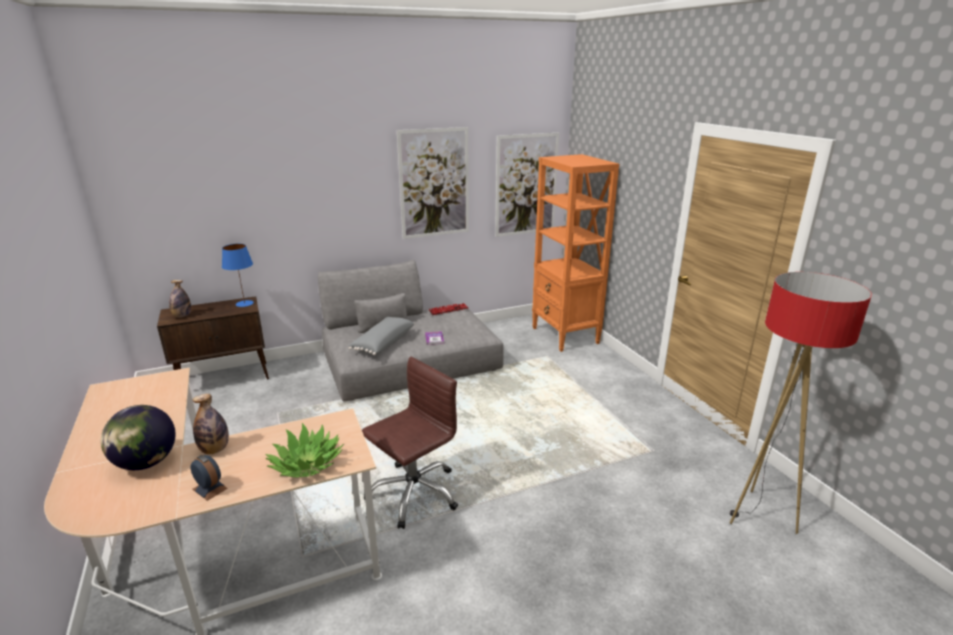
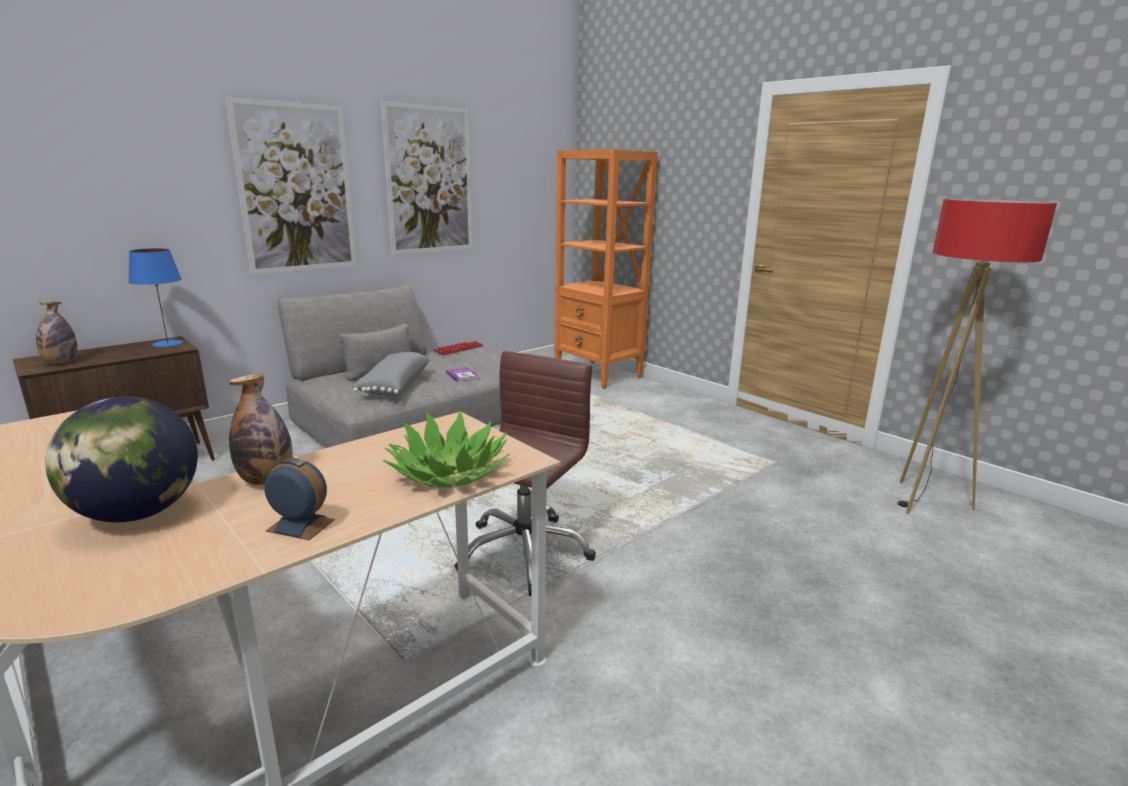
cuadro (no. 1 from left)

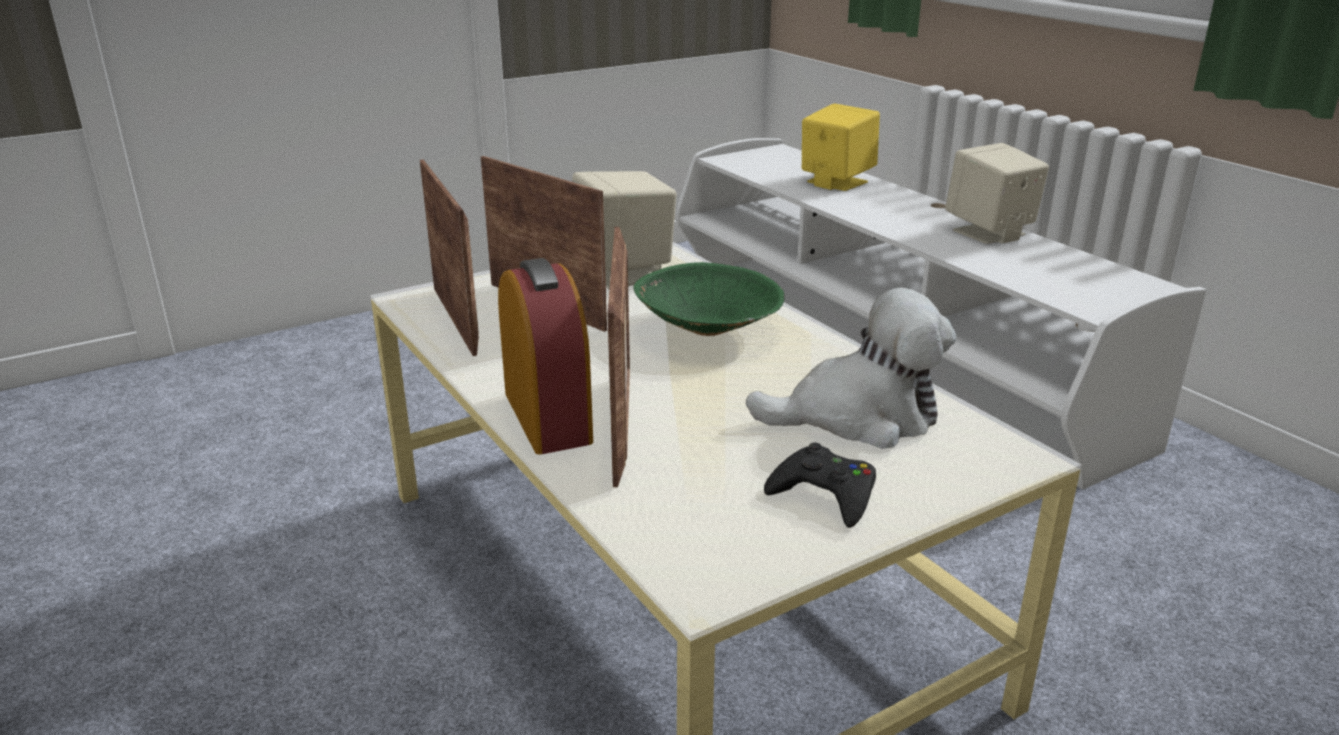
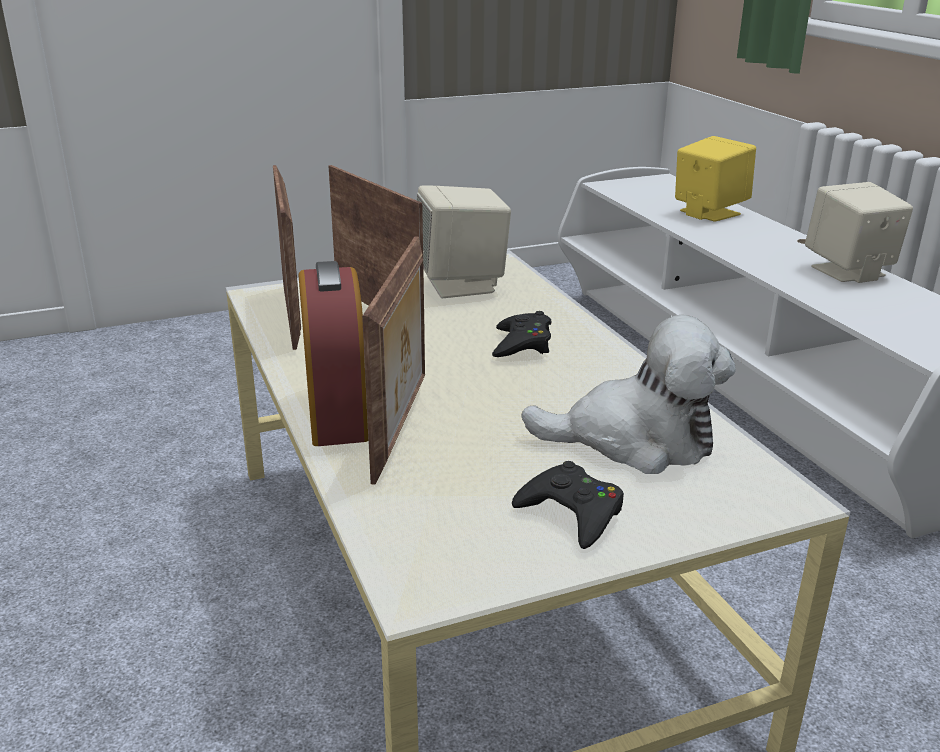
mando de consola [negro] (no. 1 from left)

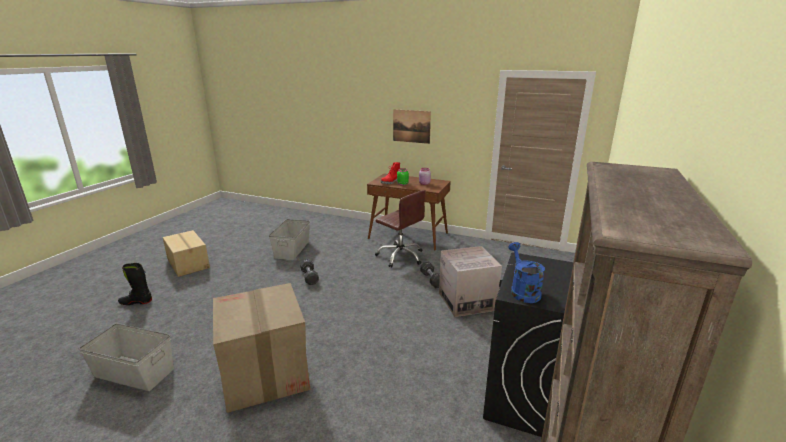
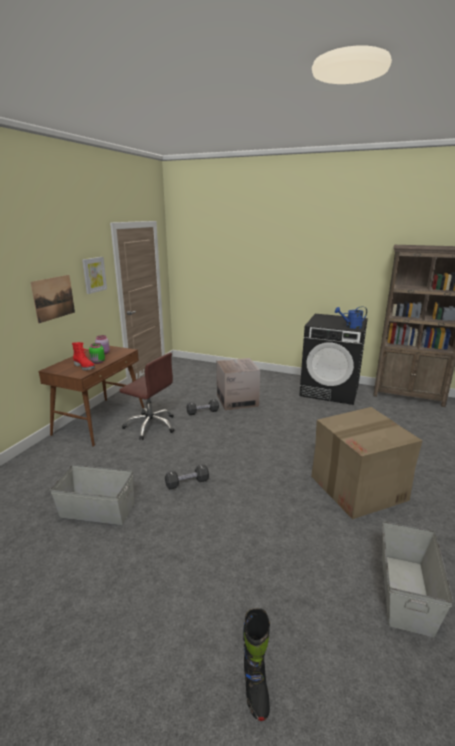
caja de cartón (no. 1 from left in the first image)
silla de oficina [marrón]
cuadro (no. 2 from left)

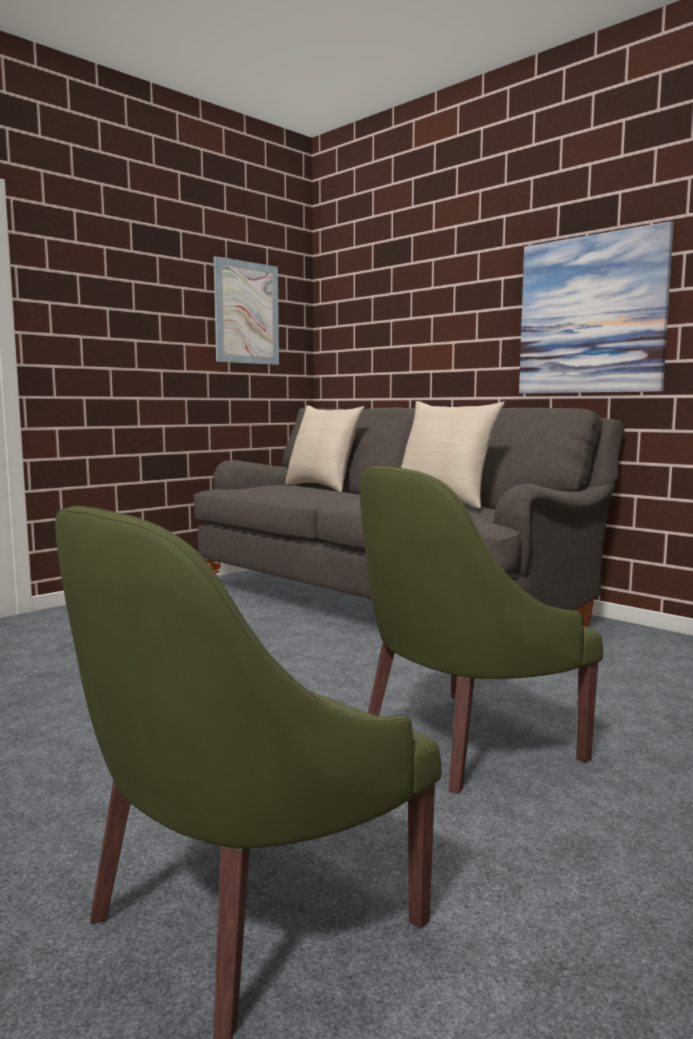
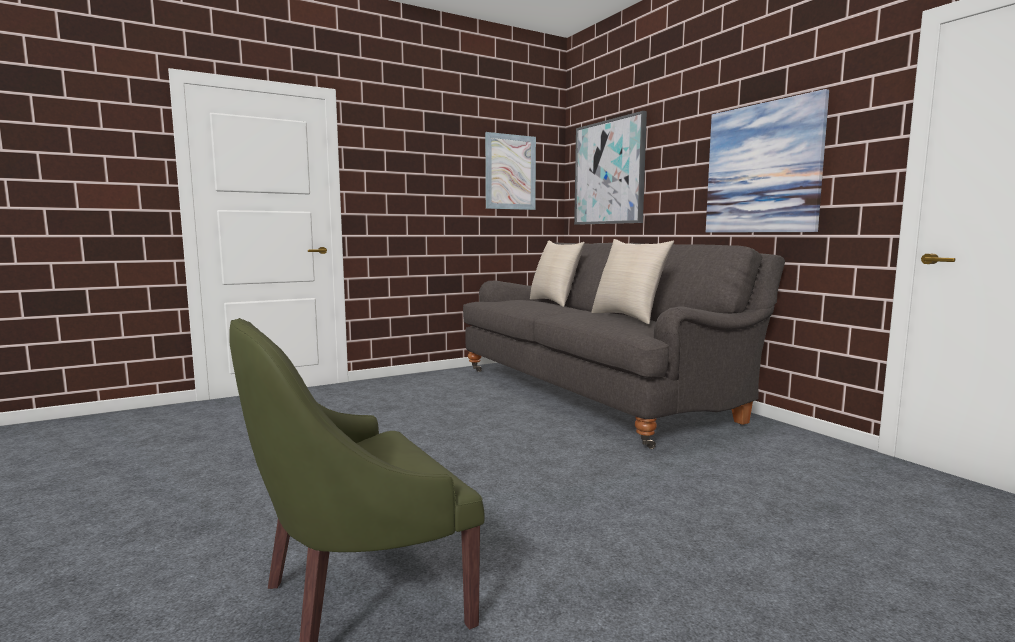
sillón [verde] (no. 2 from left in the first image)
cuadro (no. 2 from left)

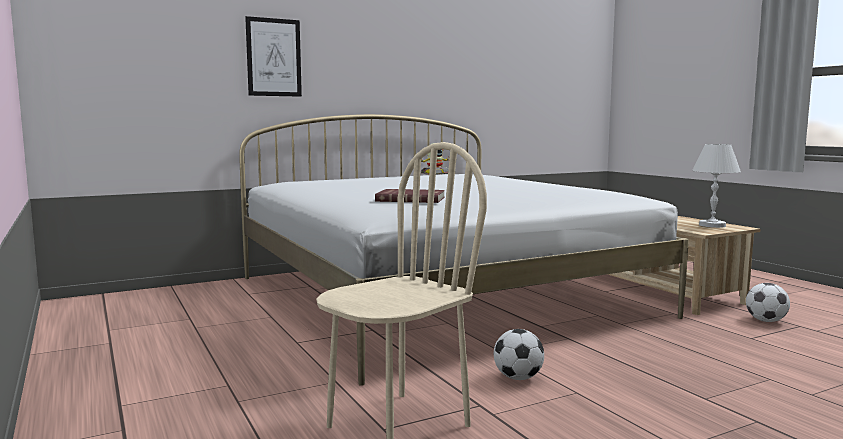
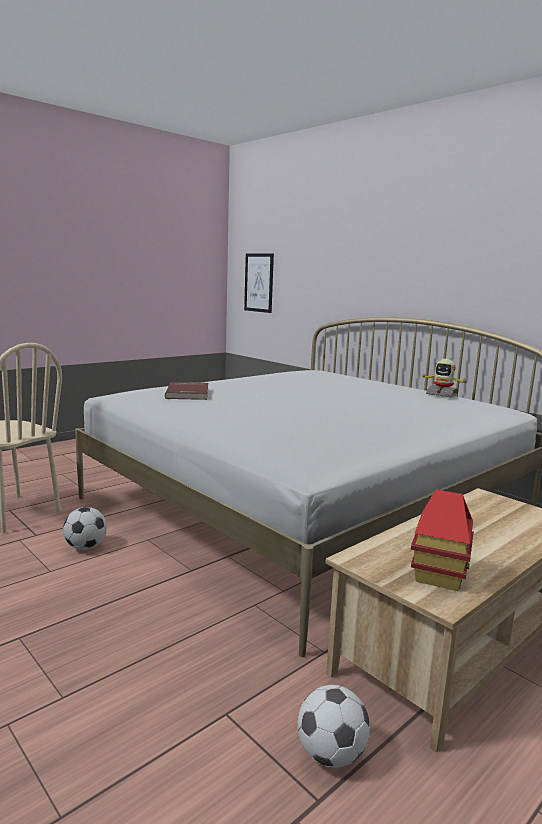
cuadro
casita

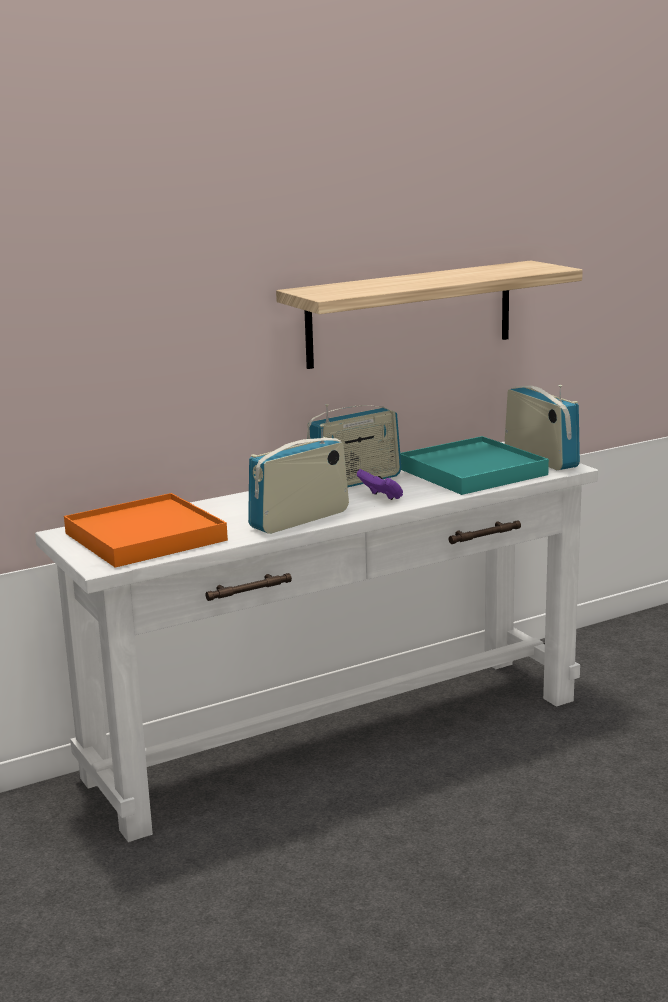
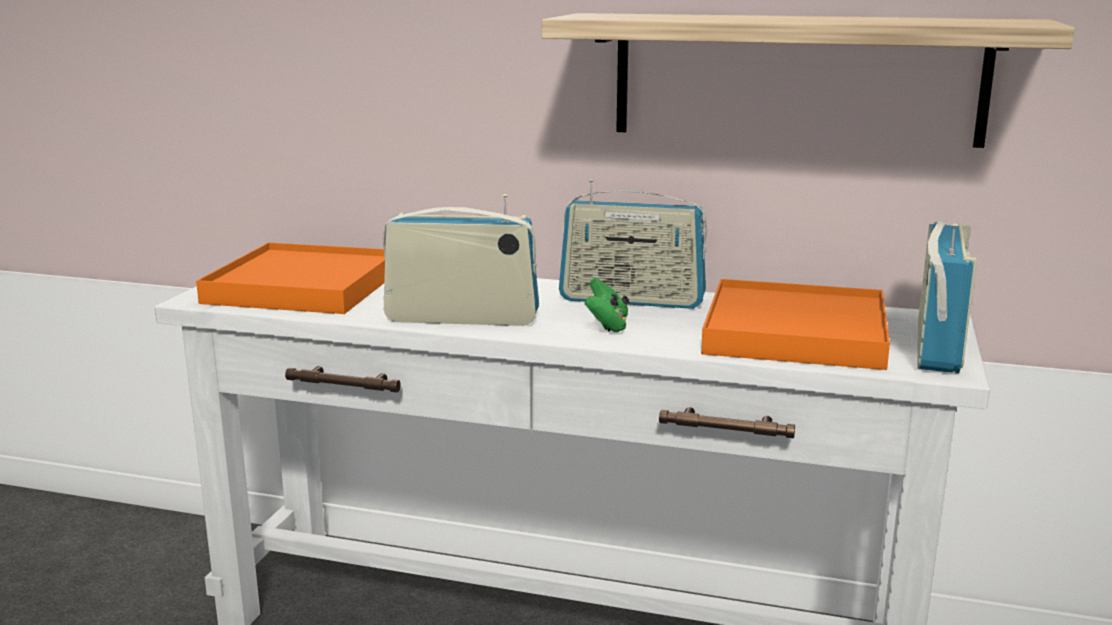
mando de consola [verde]
bandeja [naranja] (no. 2 from left)

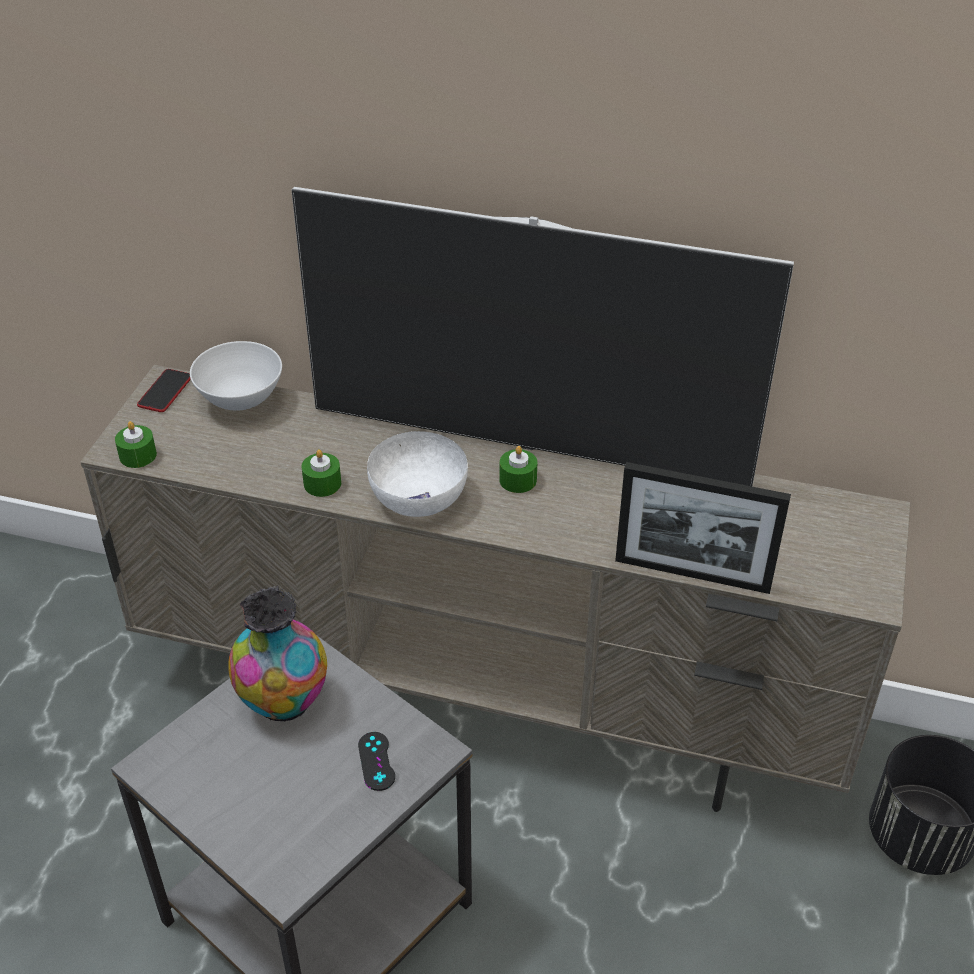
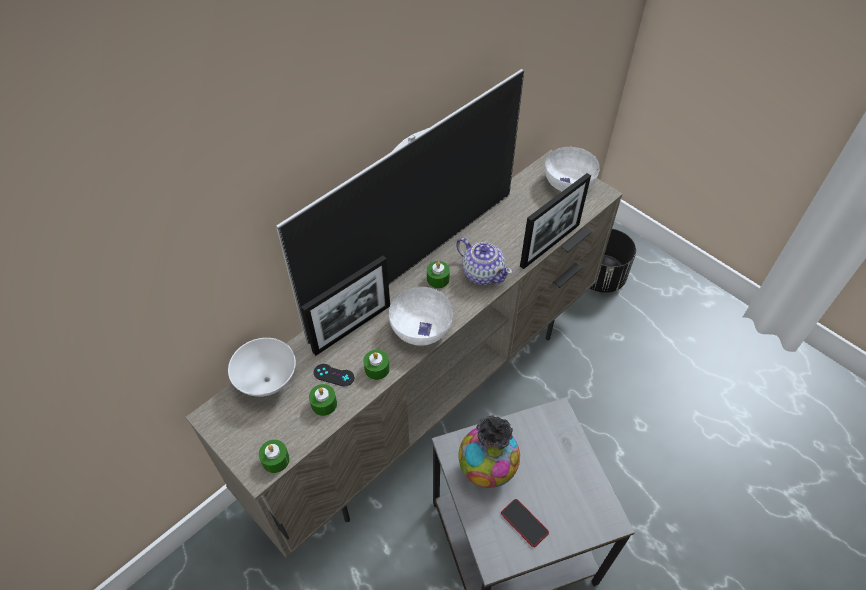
móvil
mando de consola [negro]
portarretratos (no. 1 from left)
vela [verde] (no. 2 from left)
tetera
cuenco [blanco] (no. 3 from left)

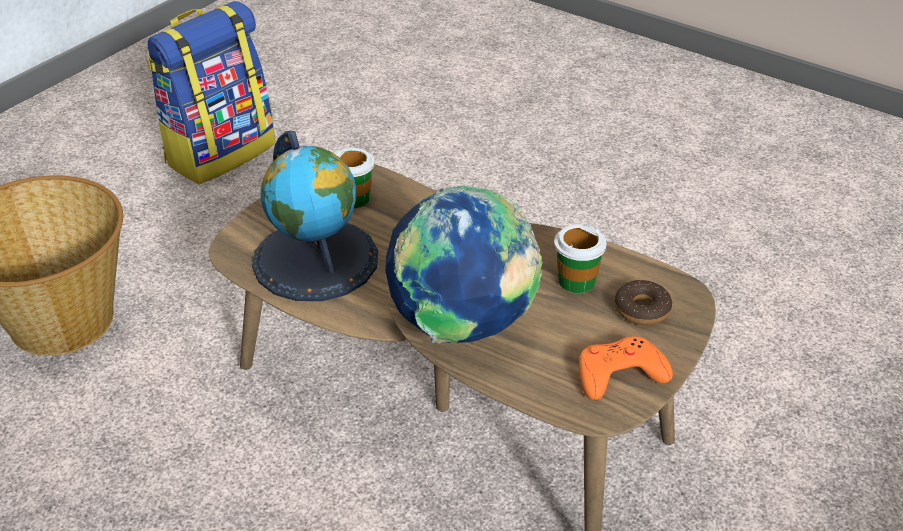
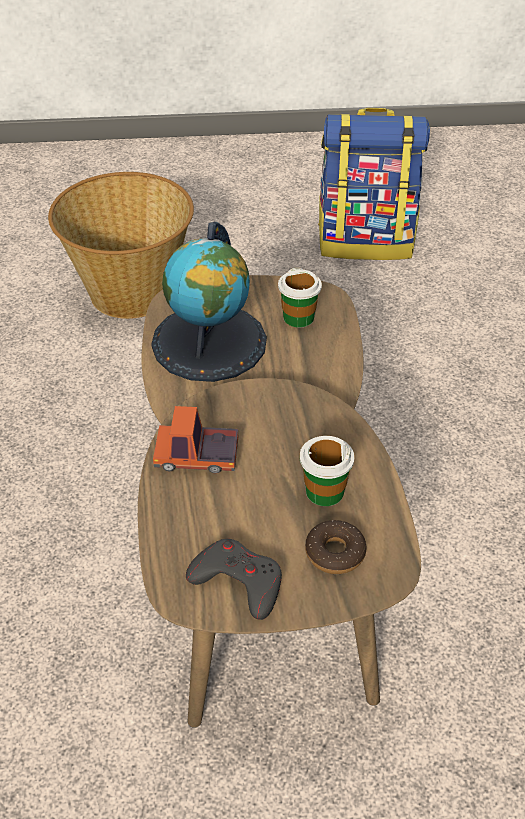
camión de juguete
mando de consola [gris]

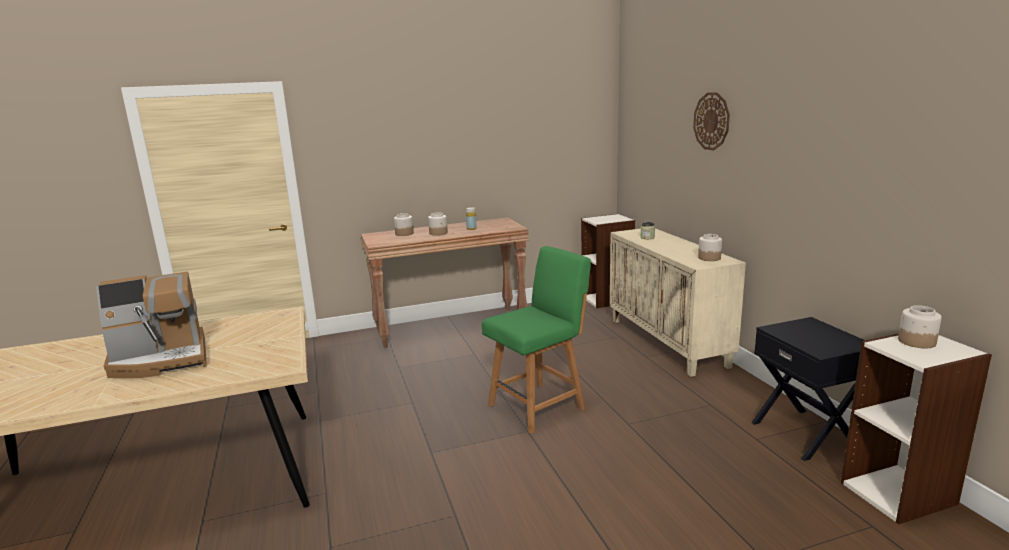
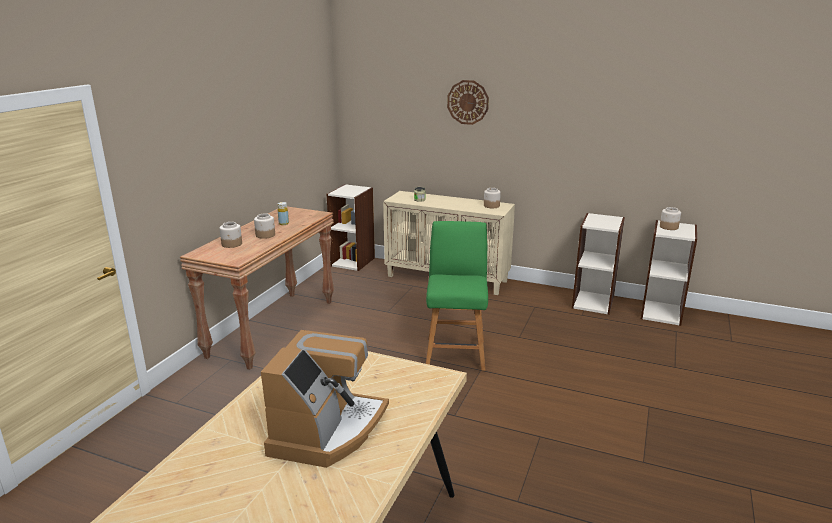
estantería (no. 2 from left)

